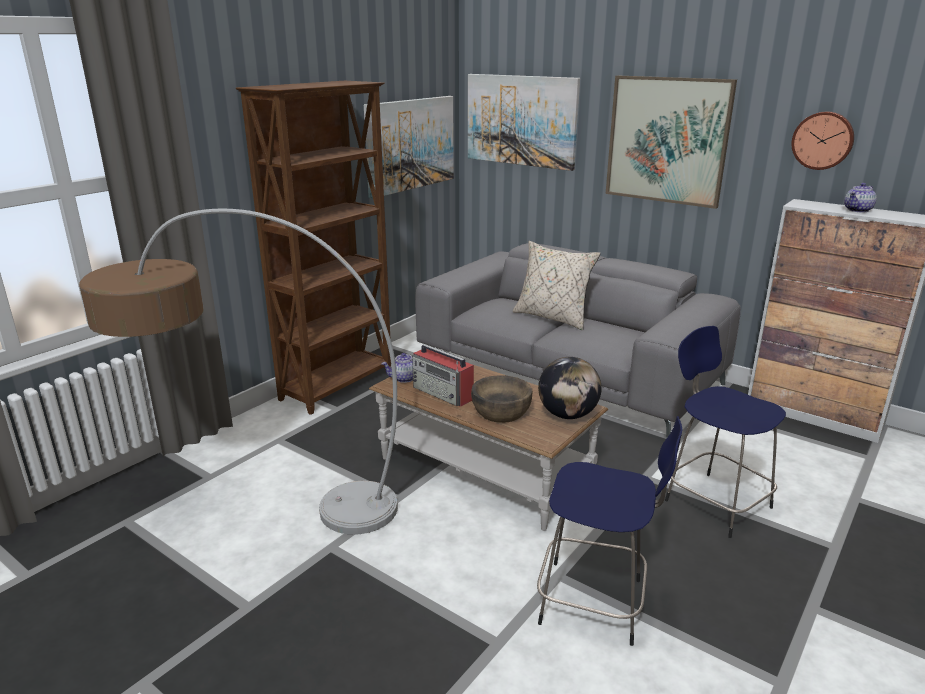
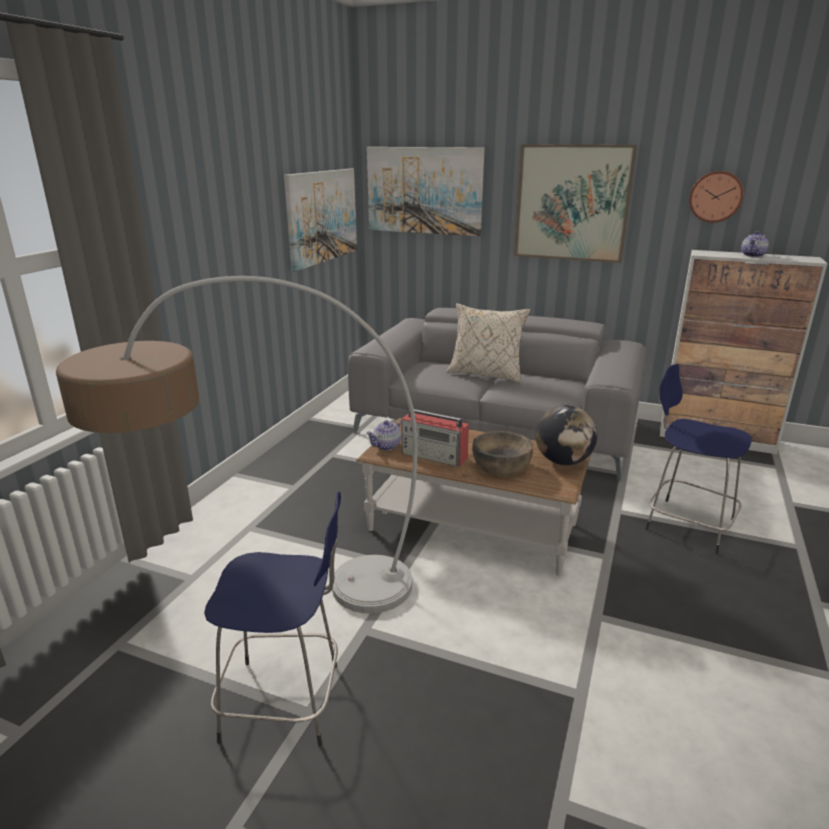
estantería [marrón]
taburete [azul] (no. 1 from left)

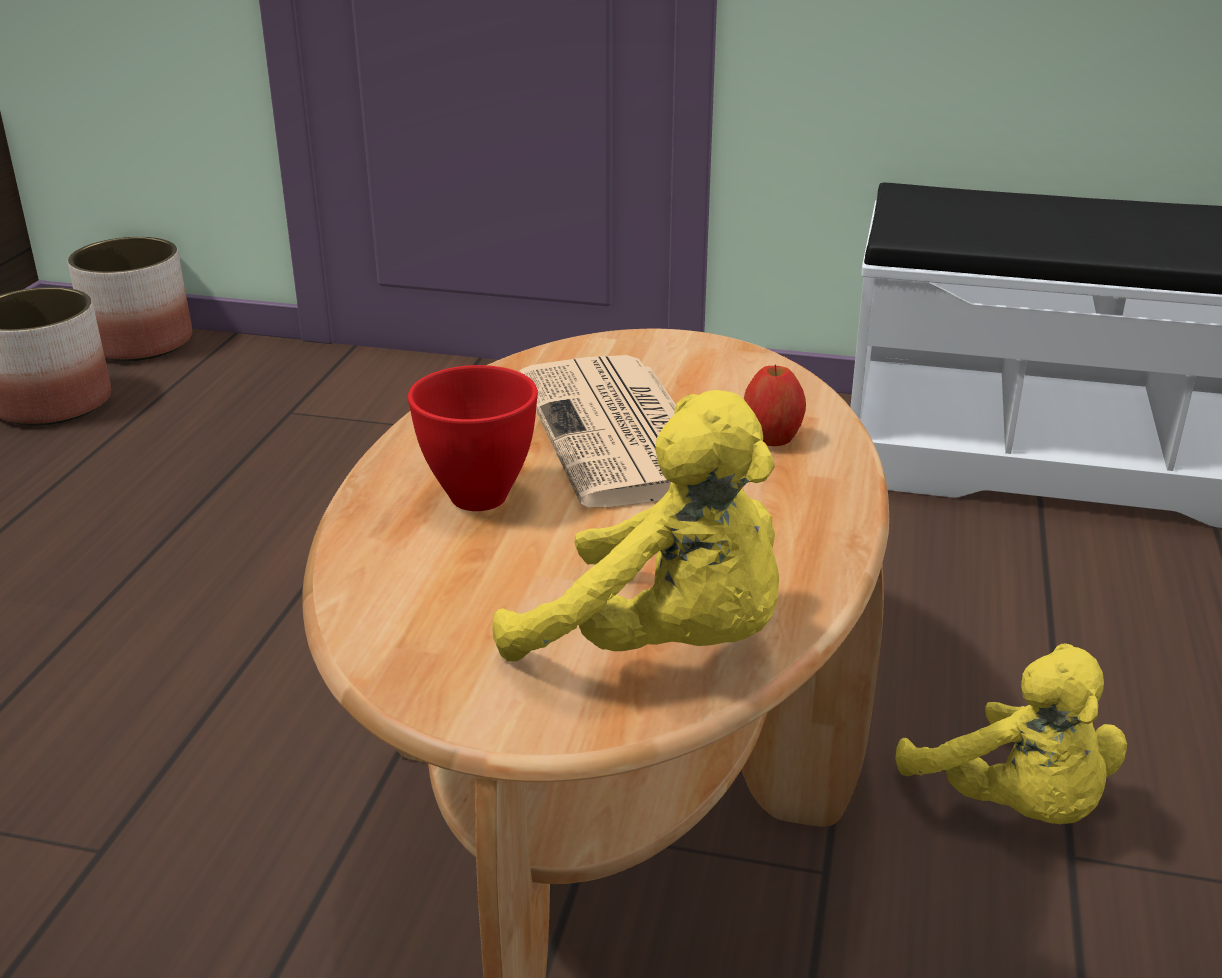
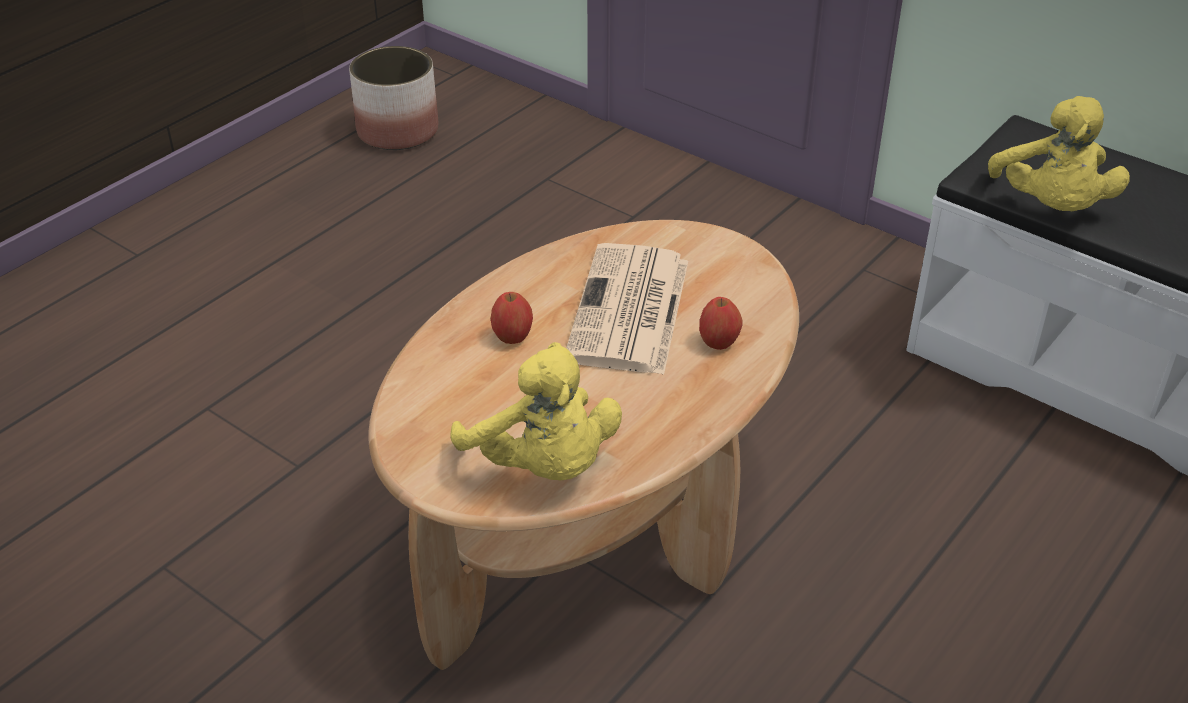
maceta (no. 2 from left in the first image)
manzana (no. 1 from left)
peluche [amarillo] (no. 2 from left)

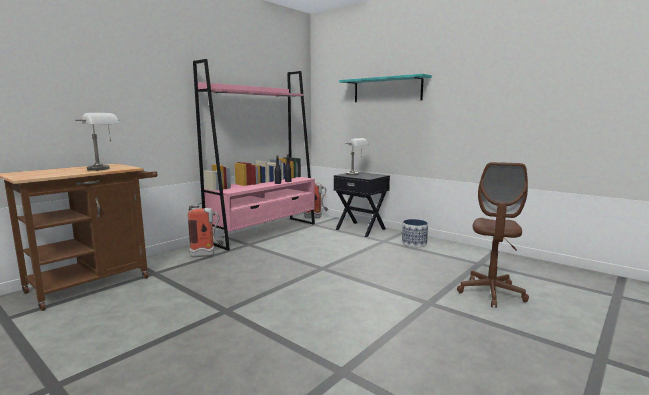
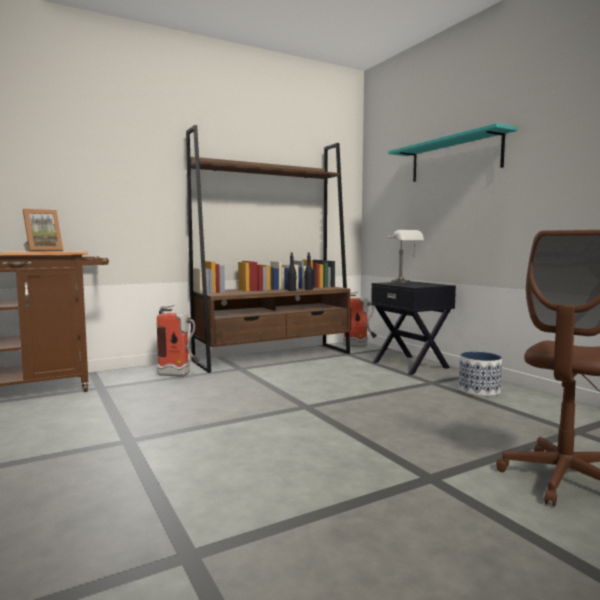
portarretratos
estantería [marrón]

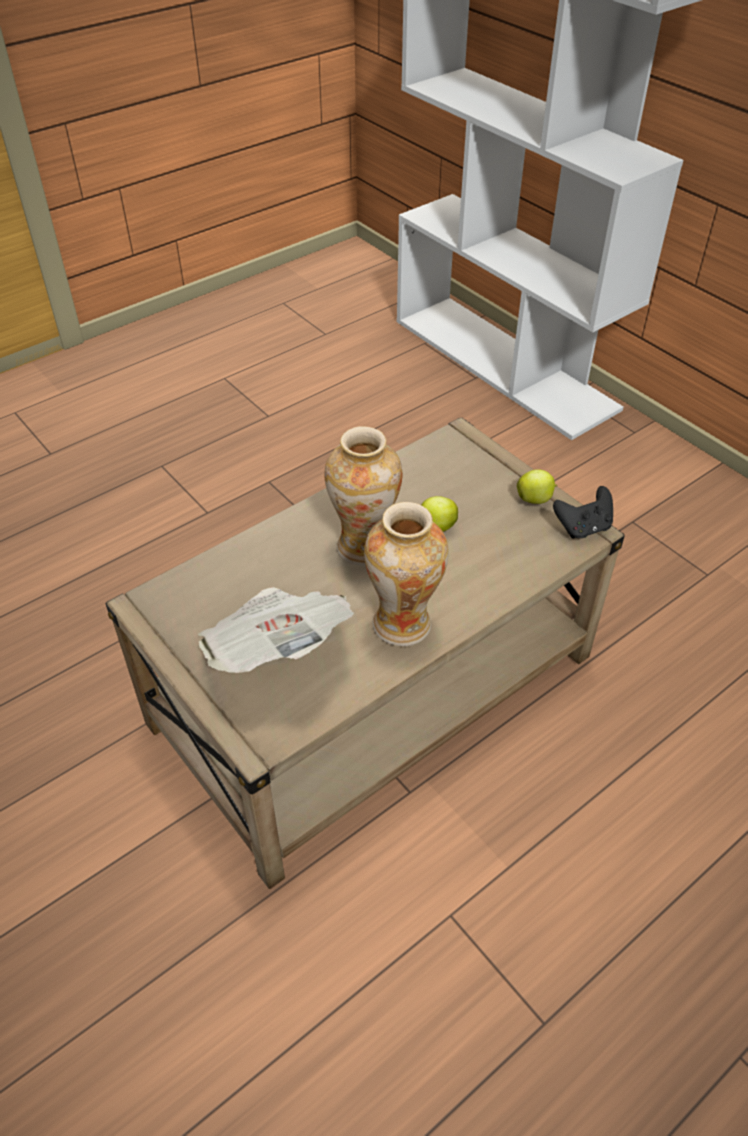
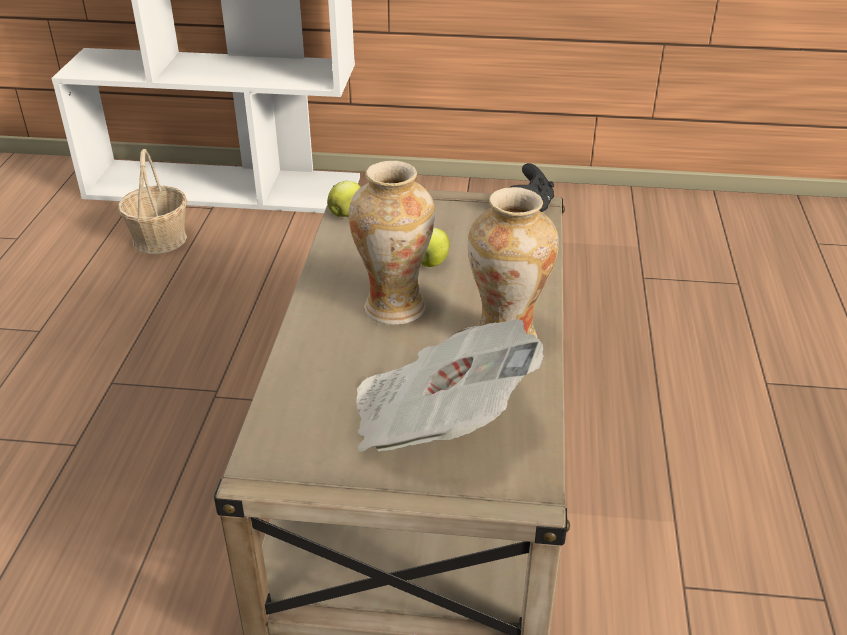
manzana (no. 1 from left)
cesta

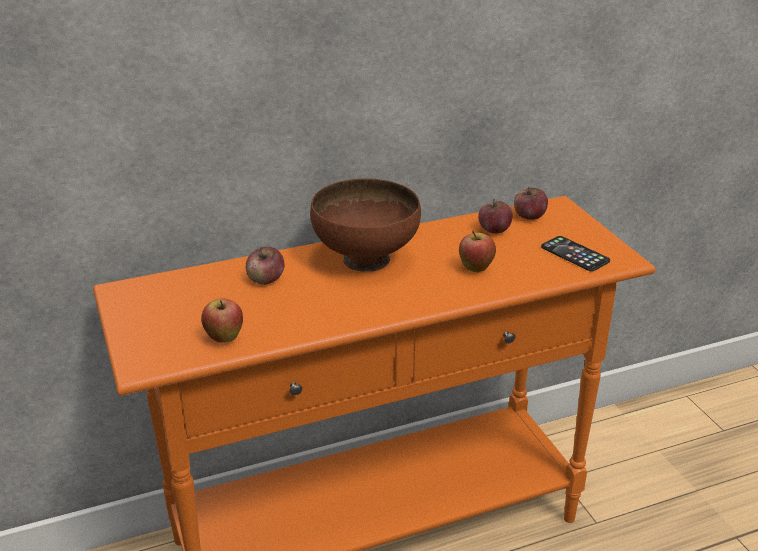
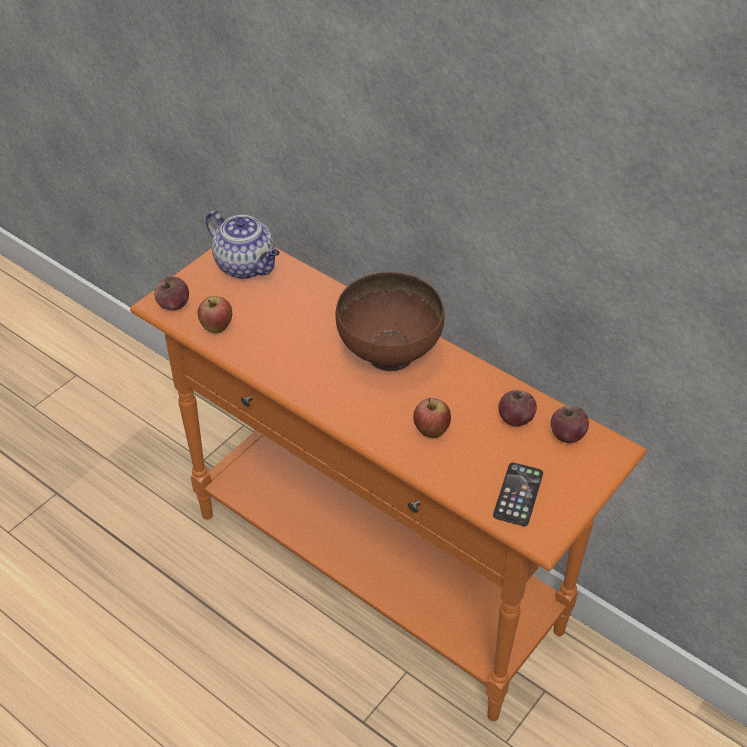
manzana (no. 1 from left)
tetera

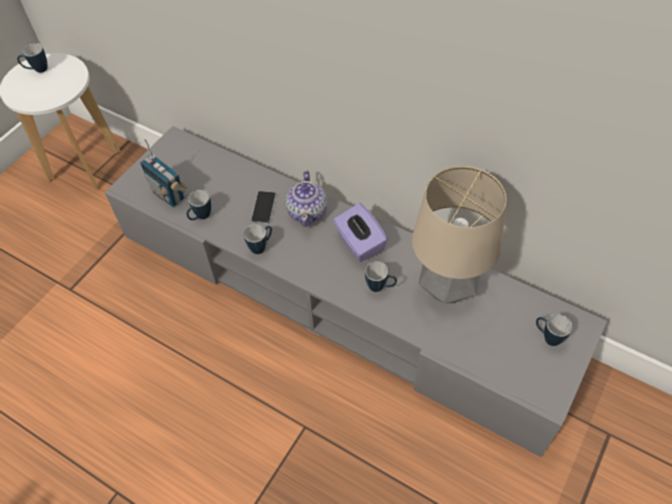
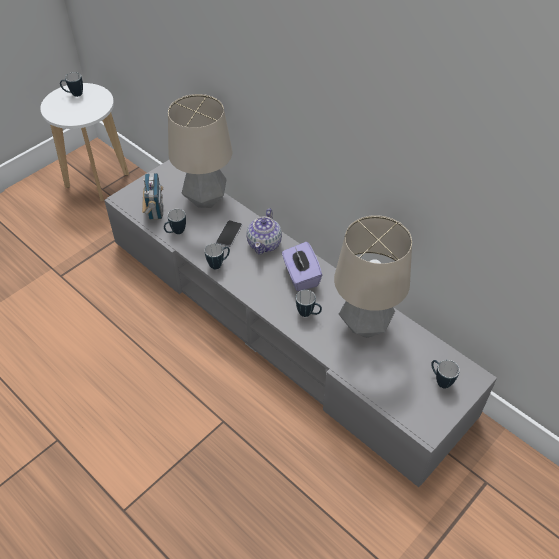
radio
lámpara de mesa (no. 1 from left)

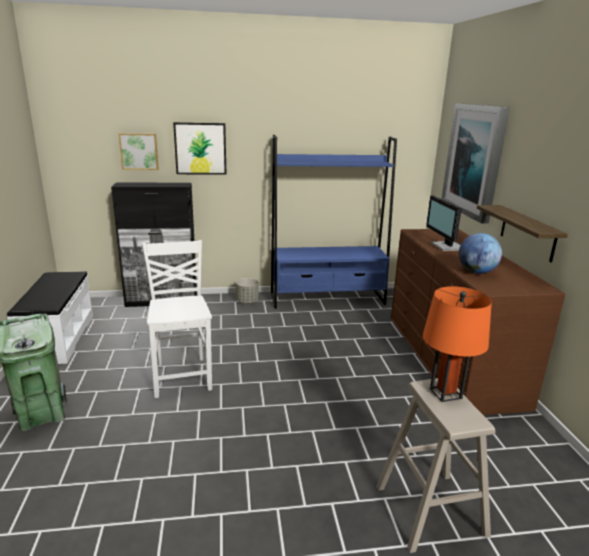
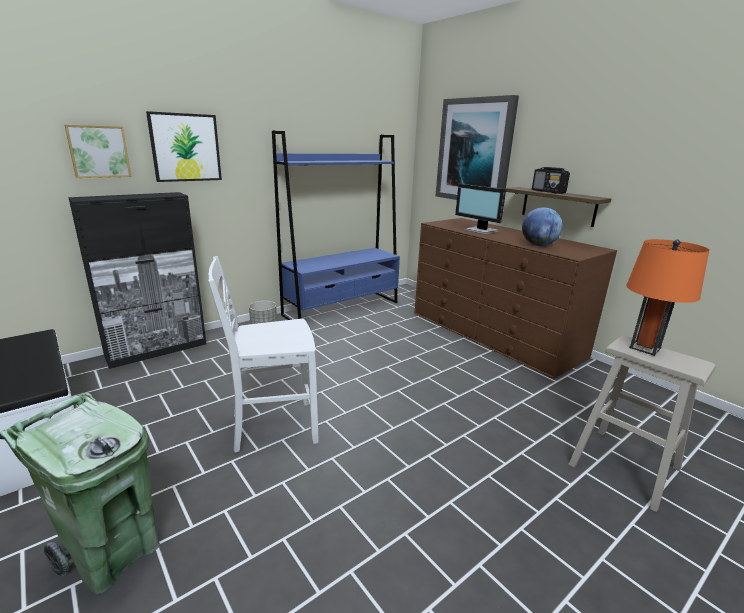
silla [blanco]
radio

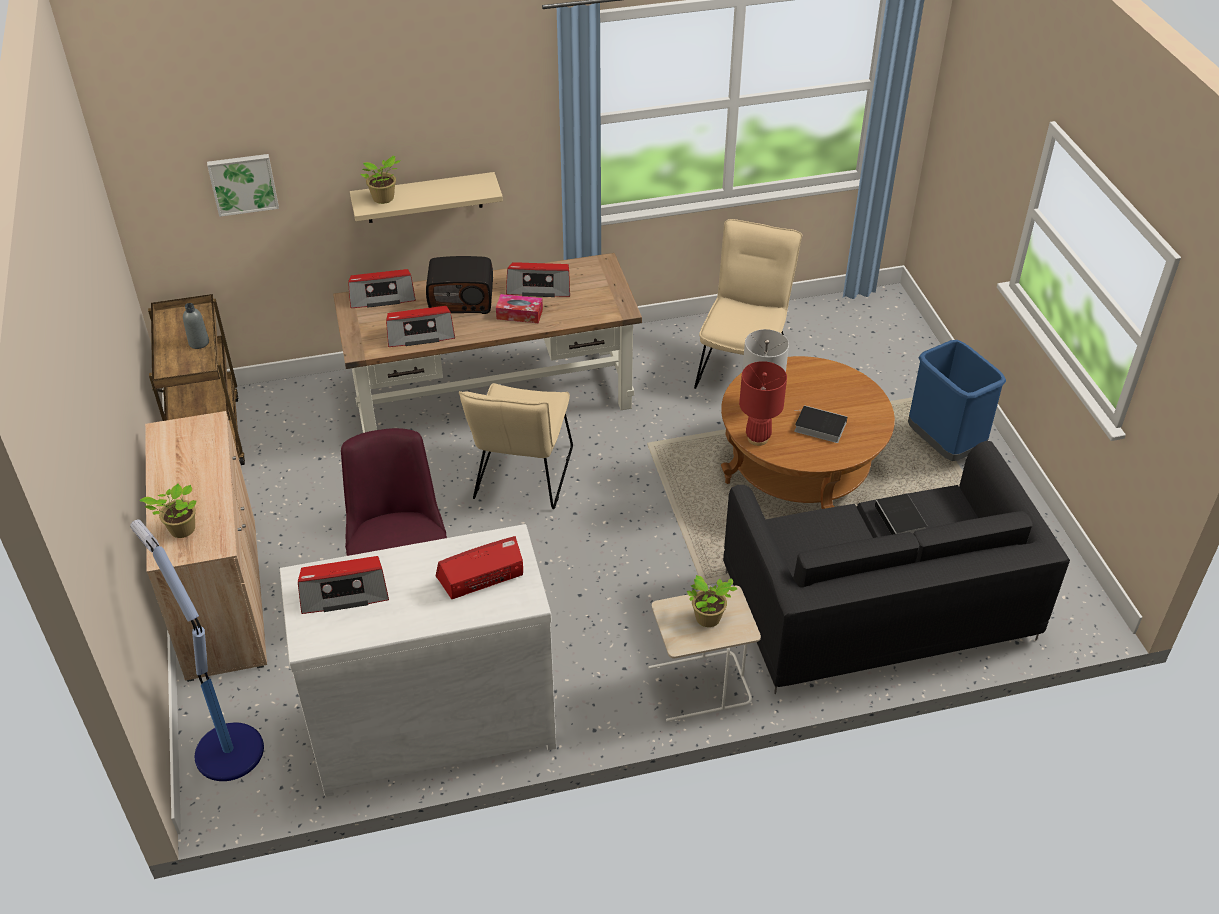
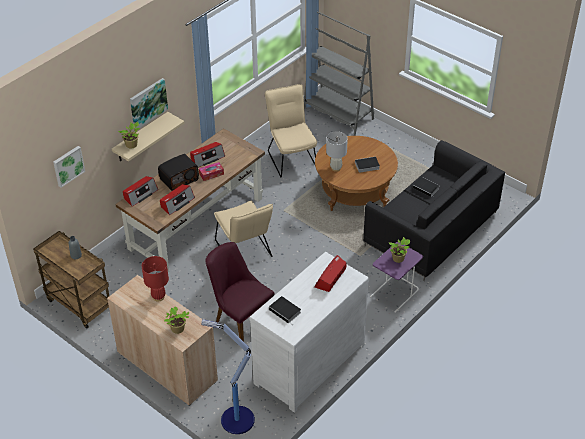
libro (no. 1 from left)
mesa auxiliar [morado]
lámpara de mesa [rojo]
papelera [azul]
cuadro (no. 2 from left)
estantería [gris]

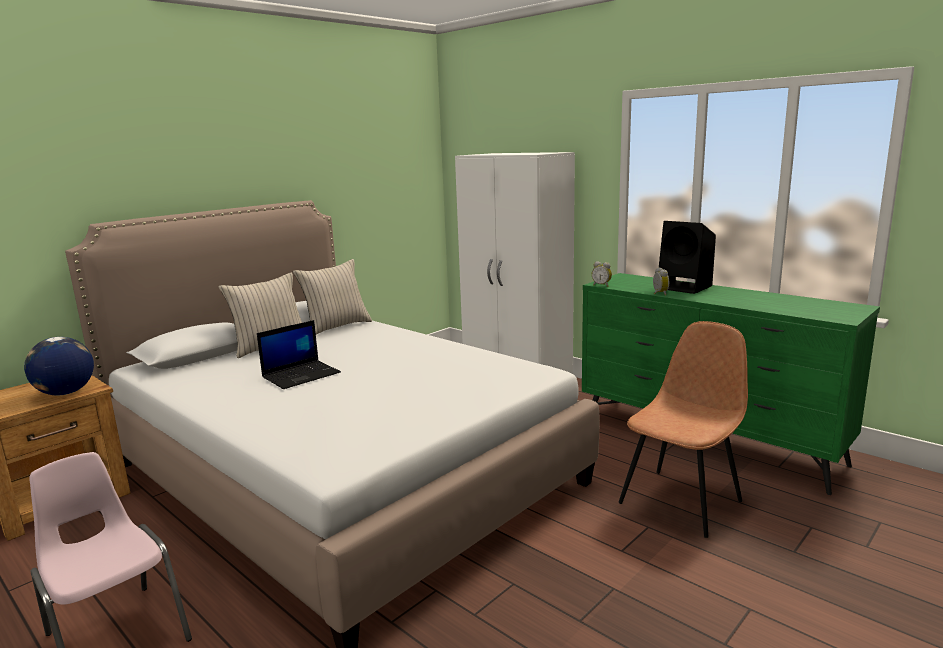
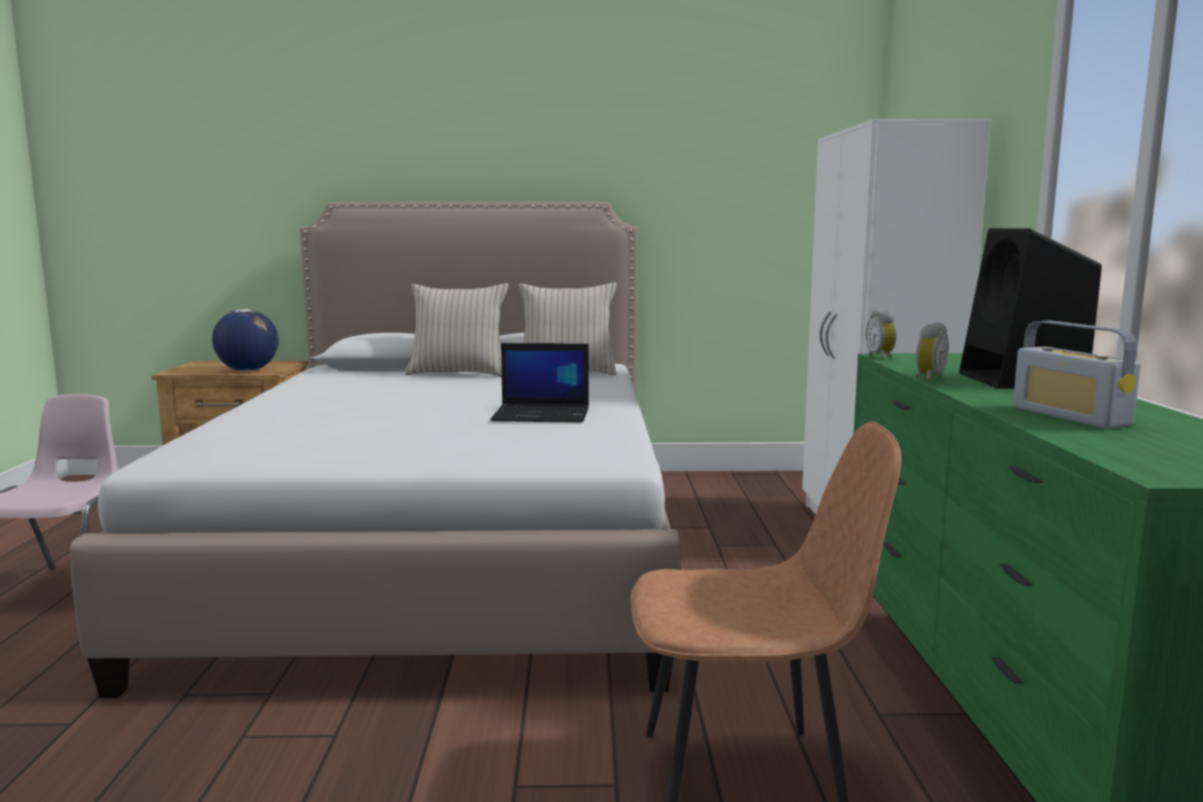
portátil
radio

